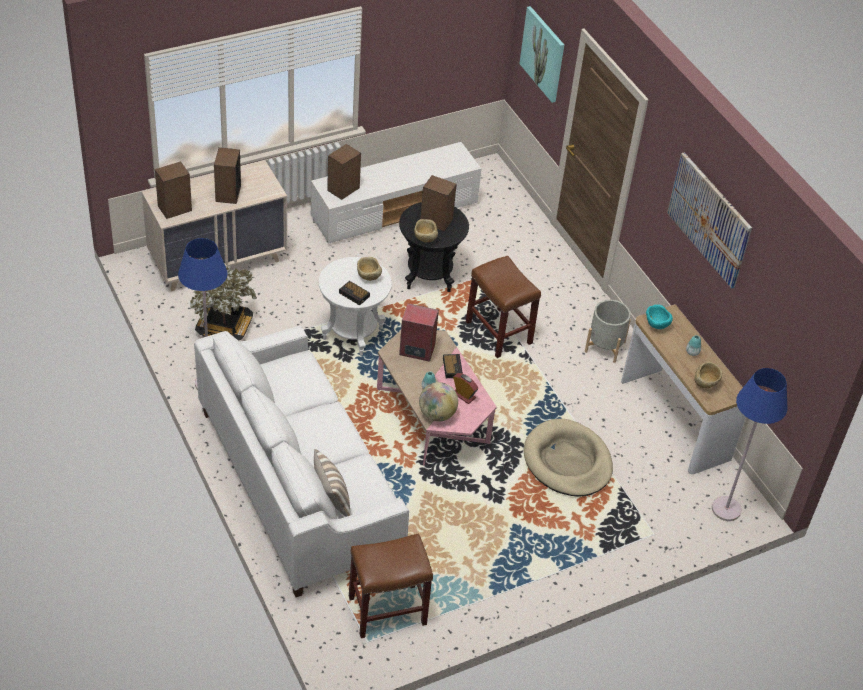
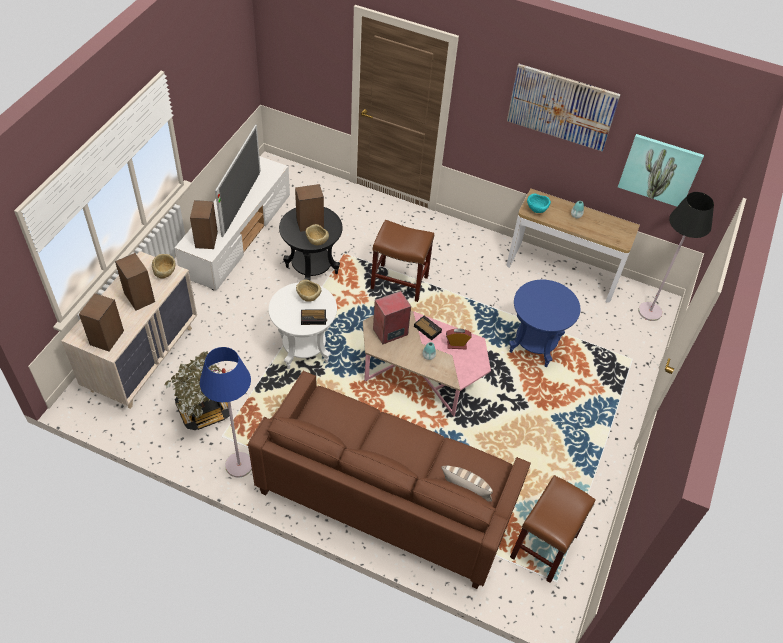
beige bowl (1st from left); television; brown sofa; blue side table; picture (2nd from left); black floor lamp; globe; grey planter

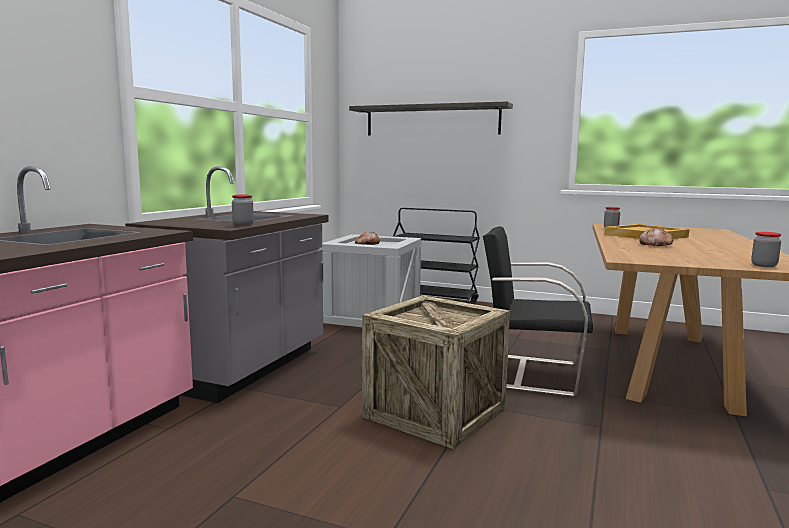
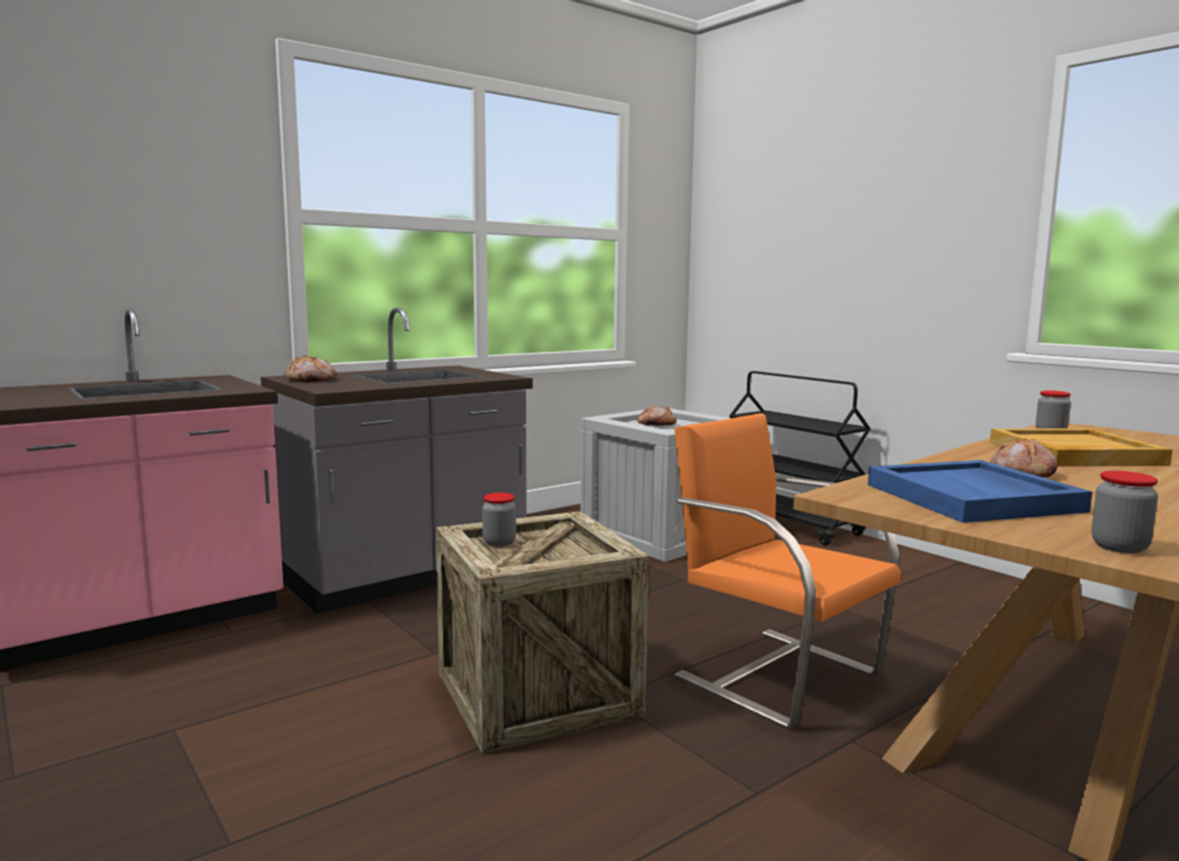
bread (1st from left); jar (1st from left); orange chair; blue tray; shelf

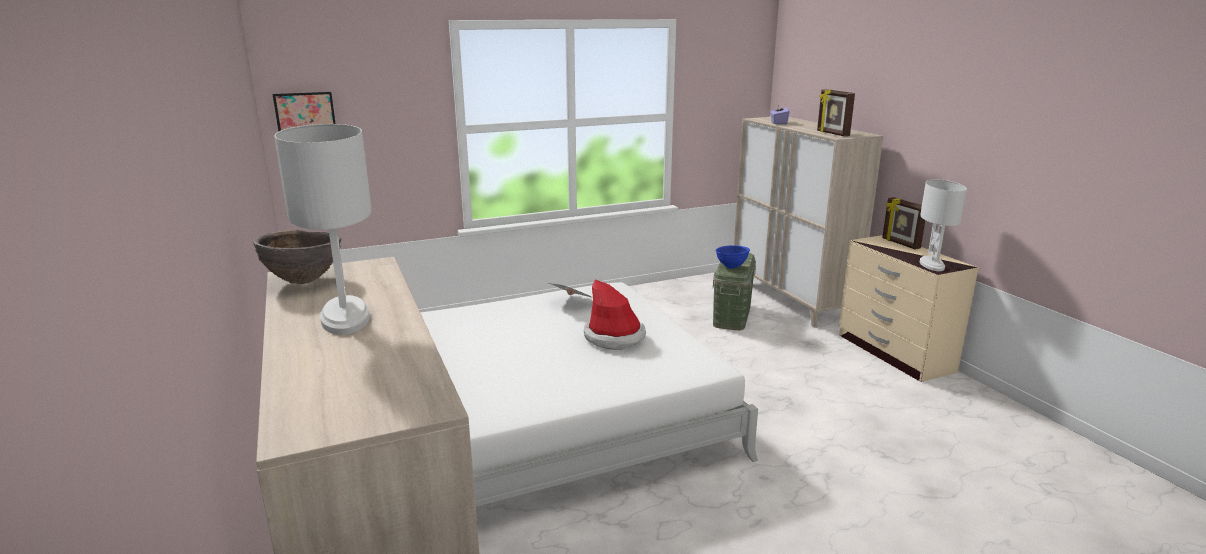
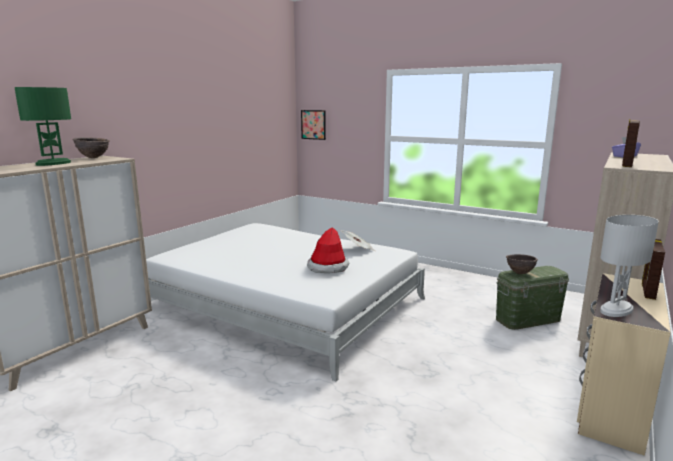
green table lamp; brown bowl (2nd from left)

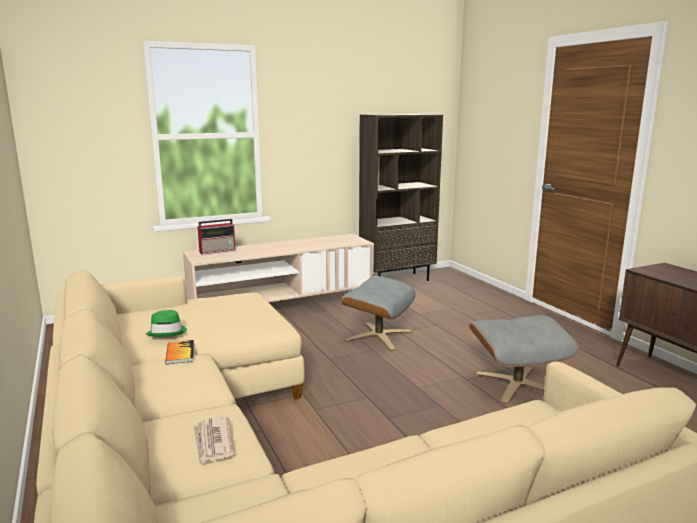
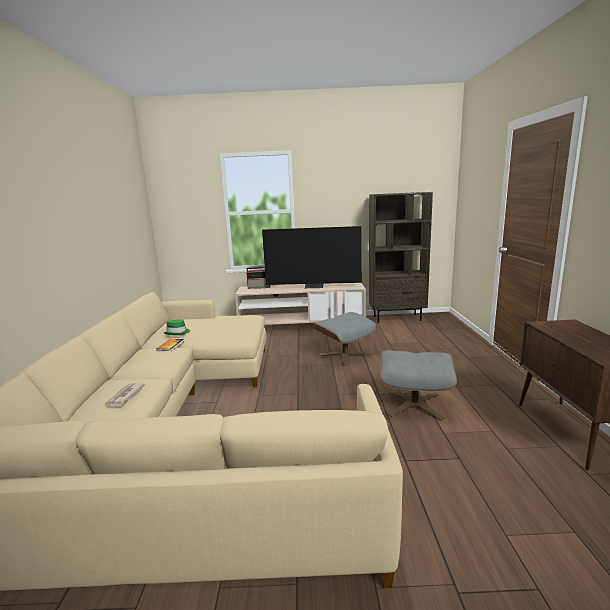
television

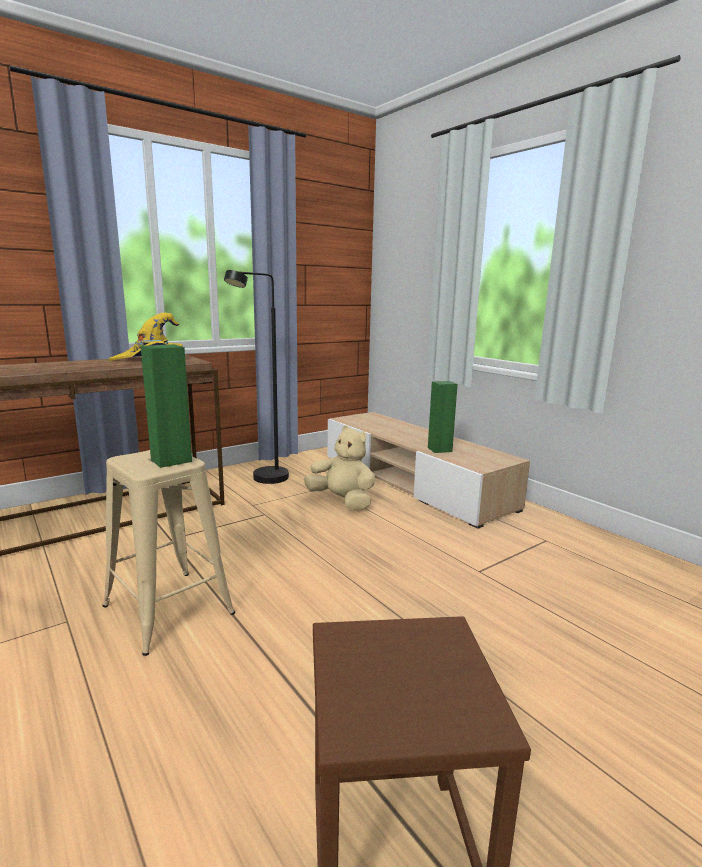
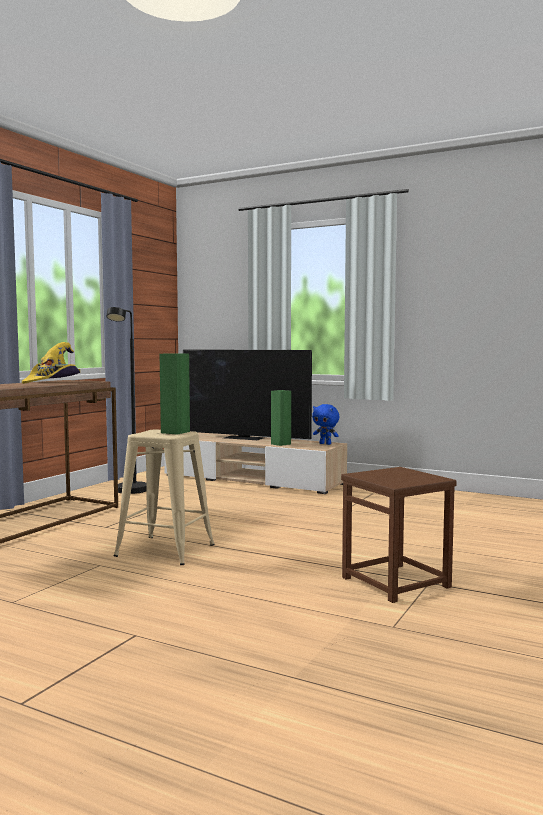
television; blue plush toy; beige plush toy

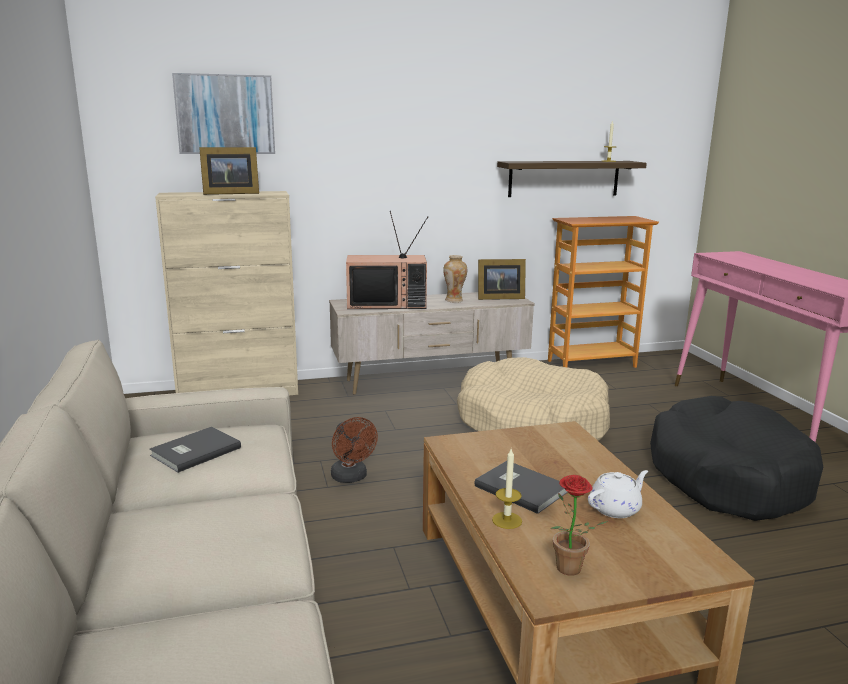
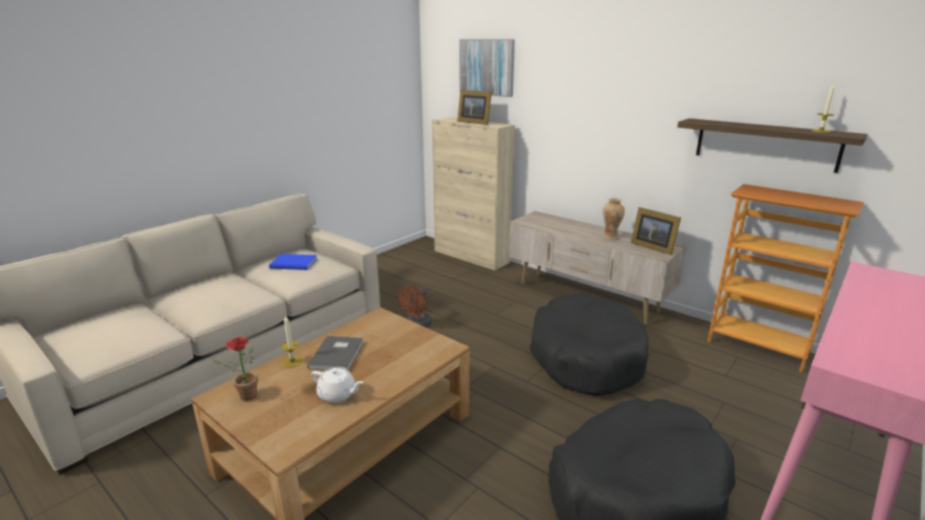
blue book; black dog bed (1st from left); television

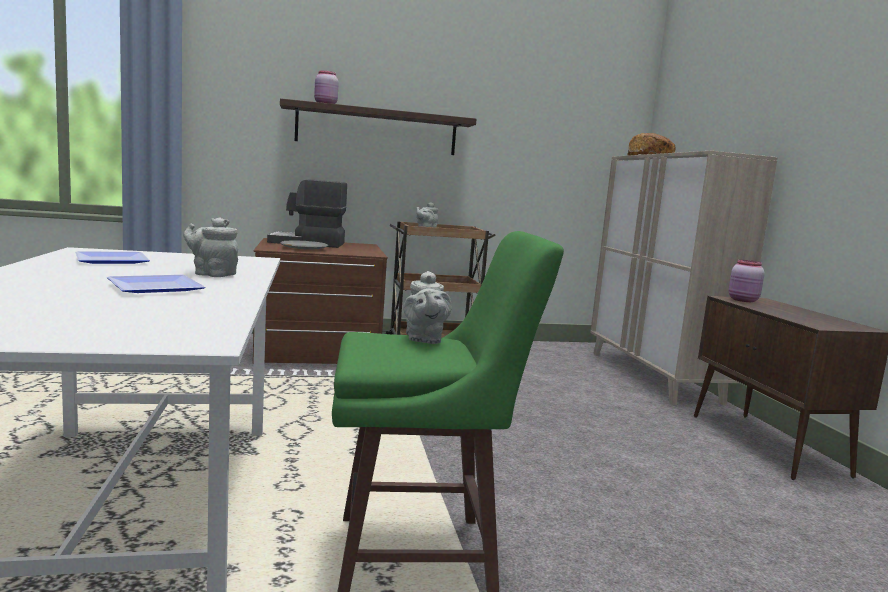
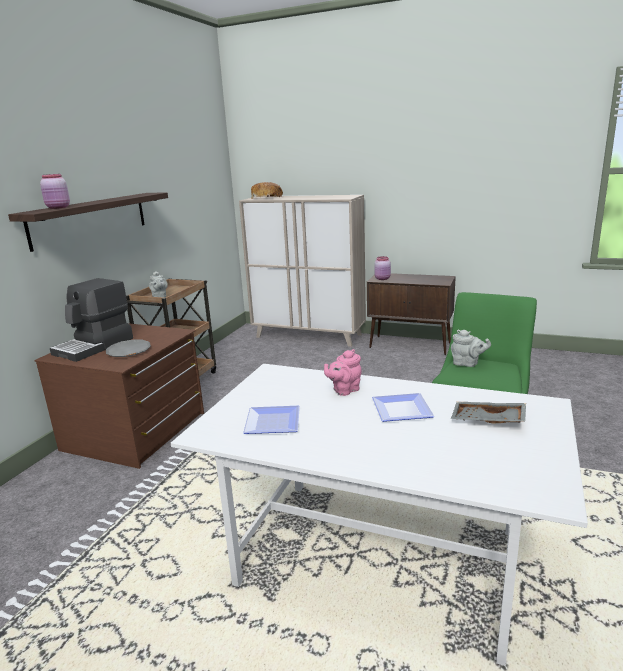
pink teapot; grey tray

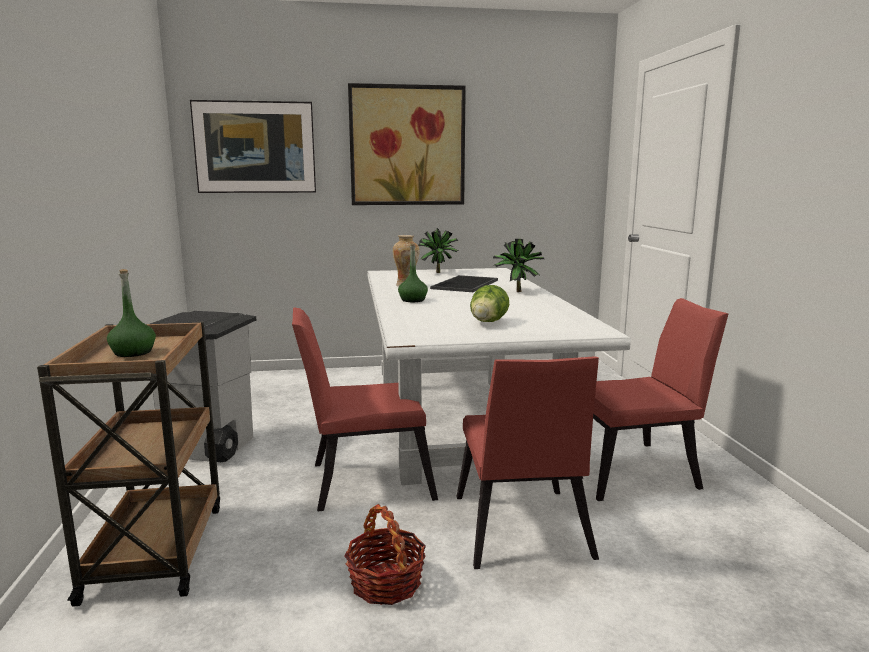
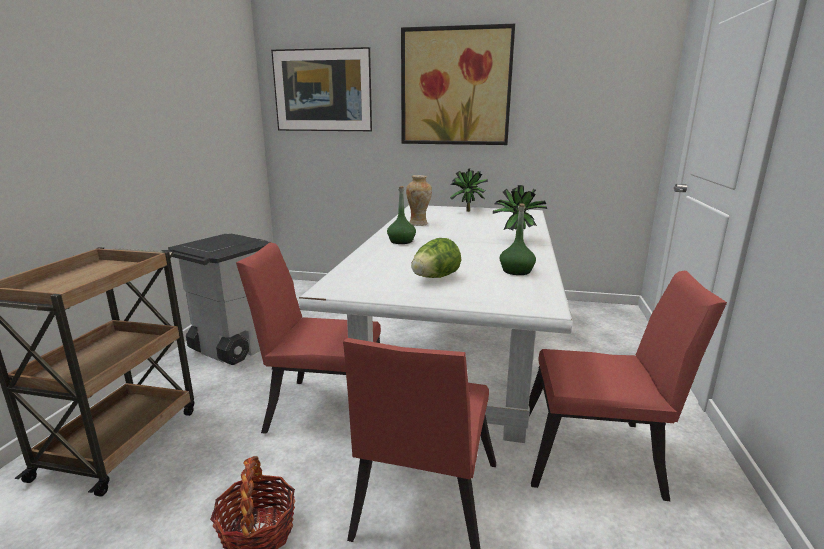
green bottle (2nd from left); tray

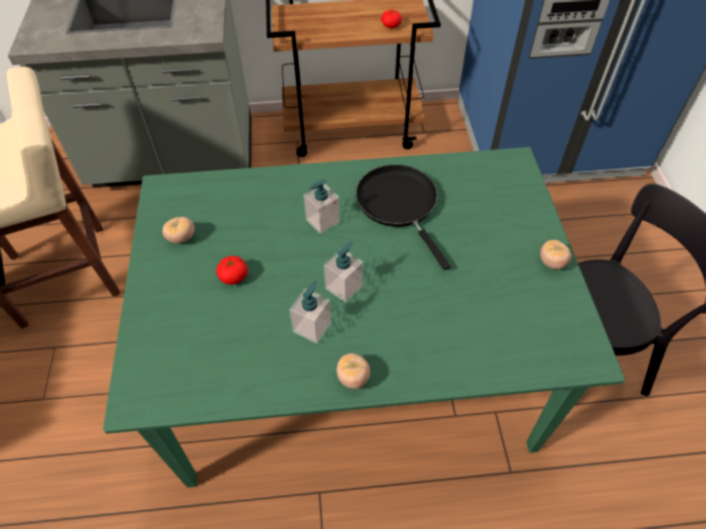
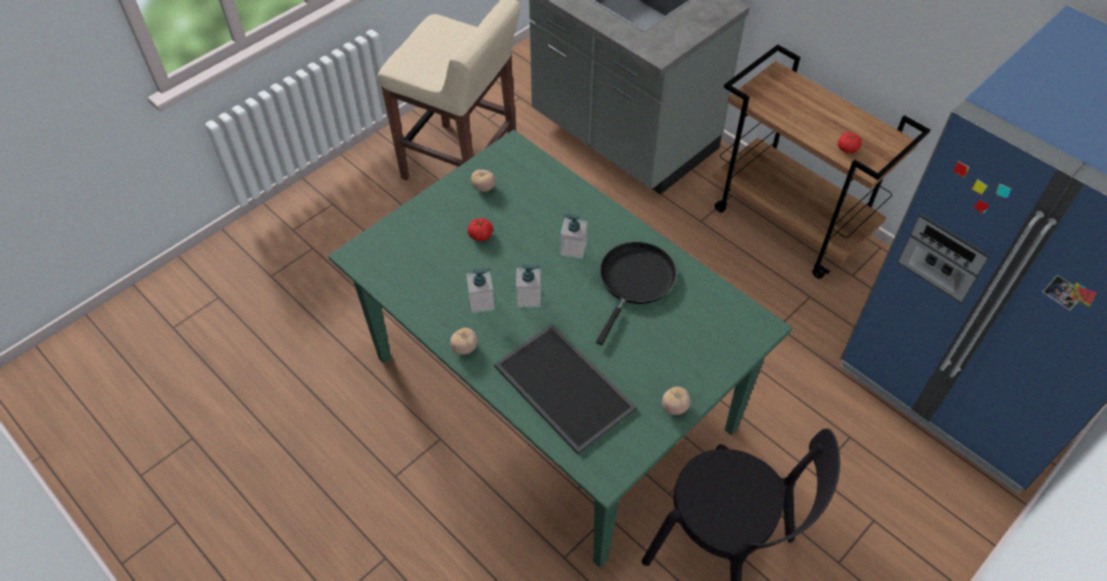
tray

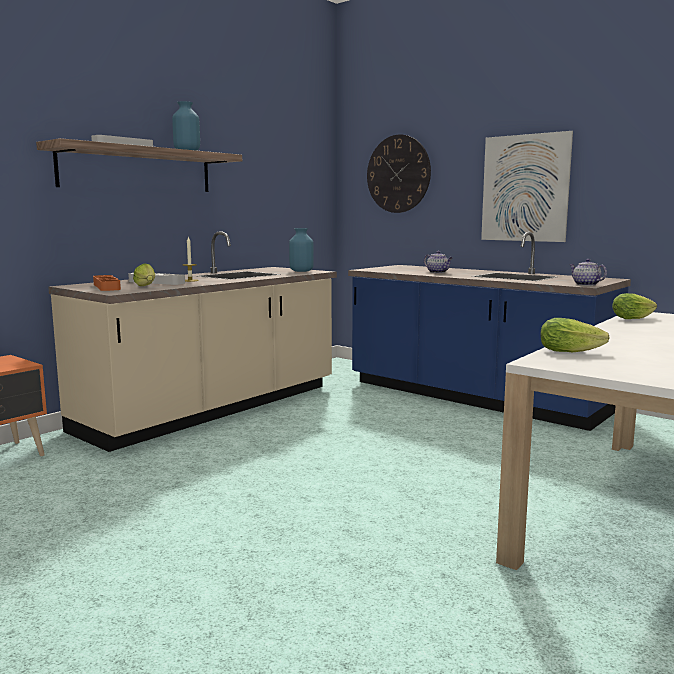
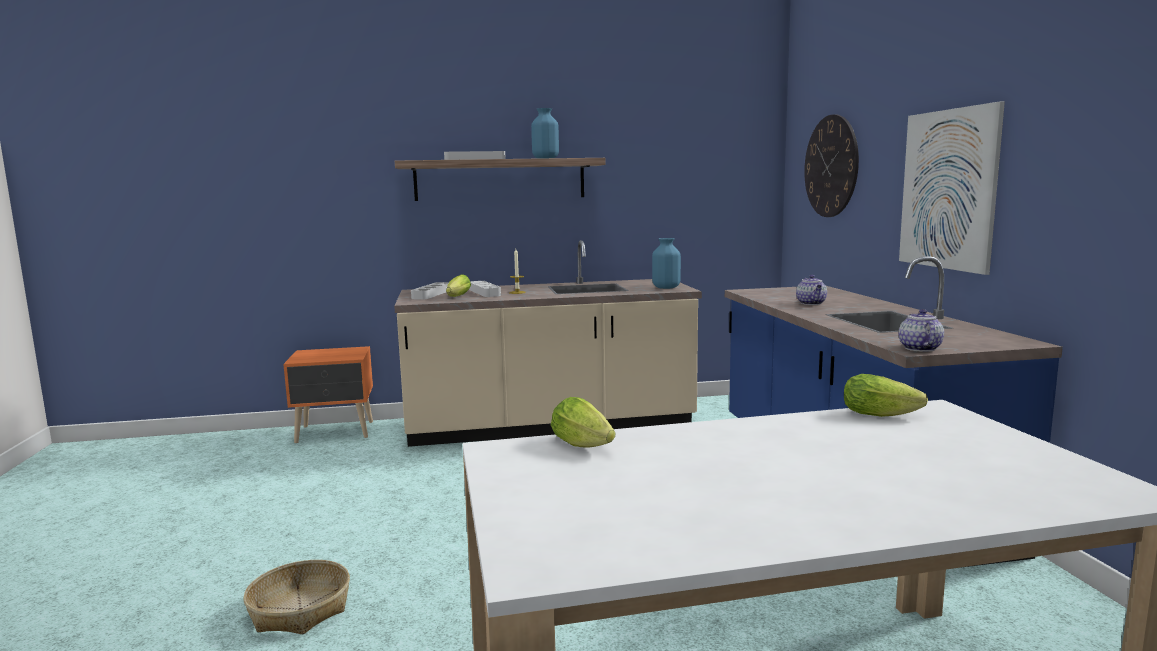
basket; grey tray (1st from left)

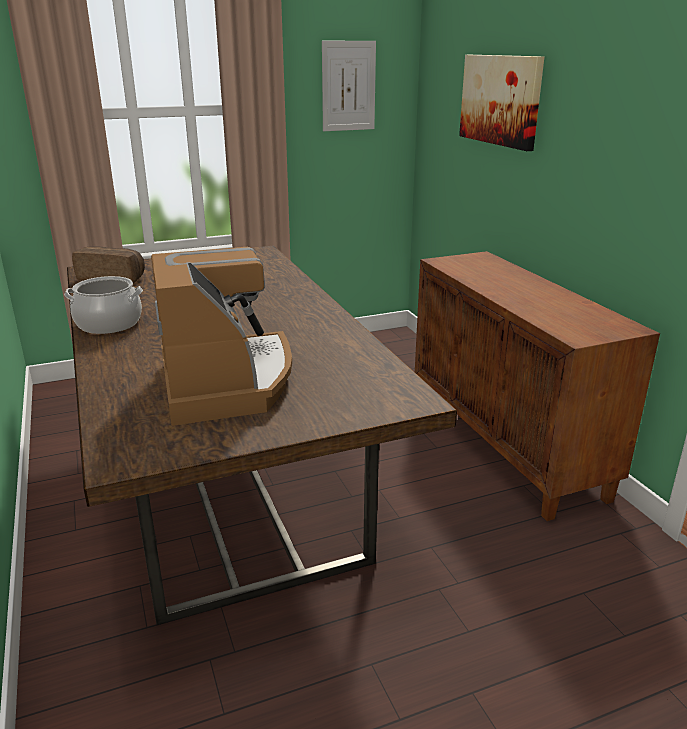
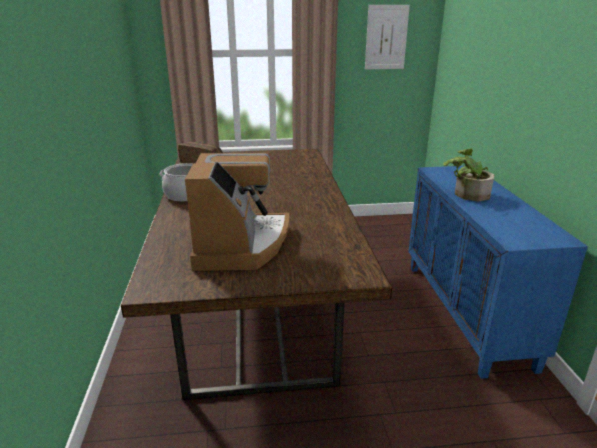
blue cabinet; potted plant; picture (2nd from left in the first image)

